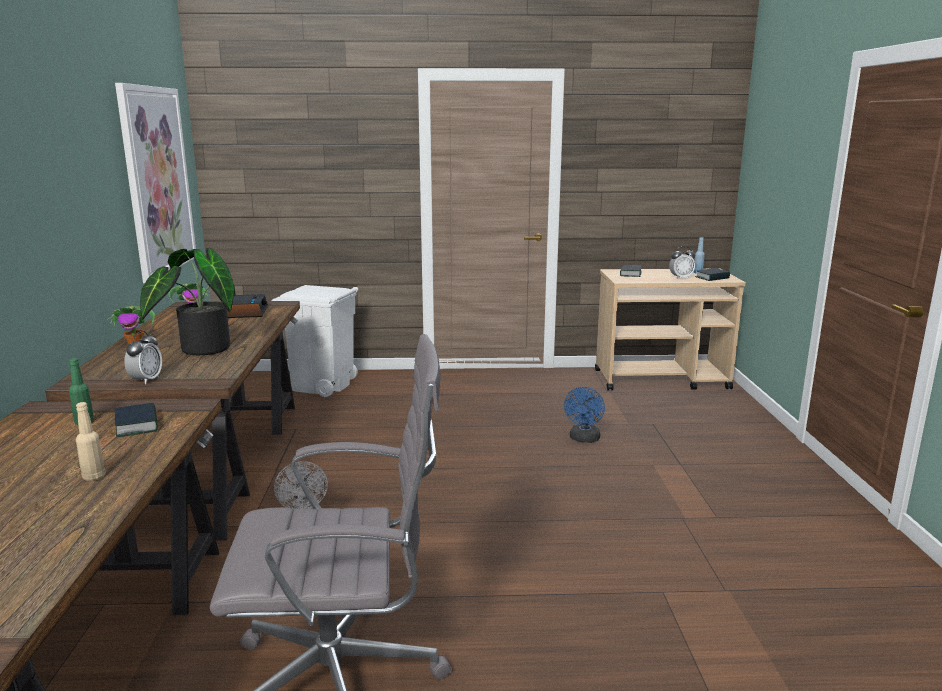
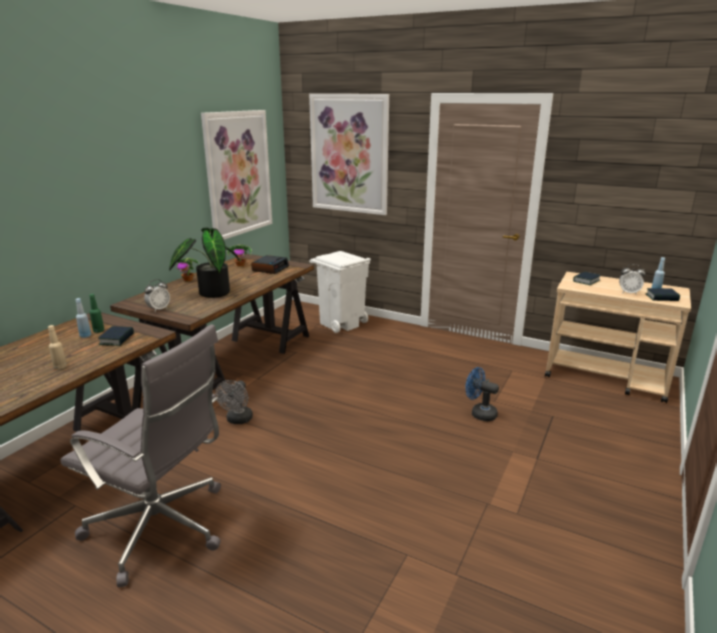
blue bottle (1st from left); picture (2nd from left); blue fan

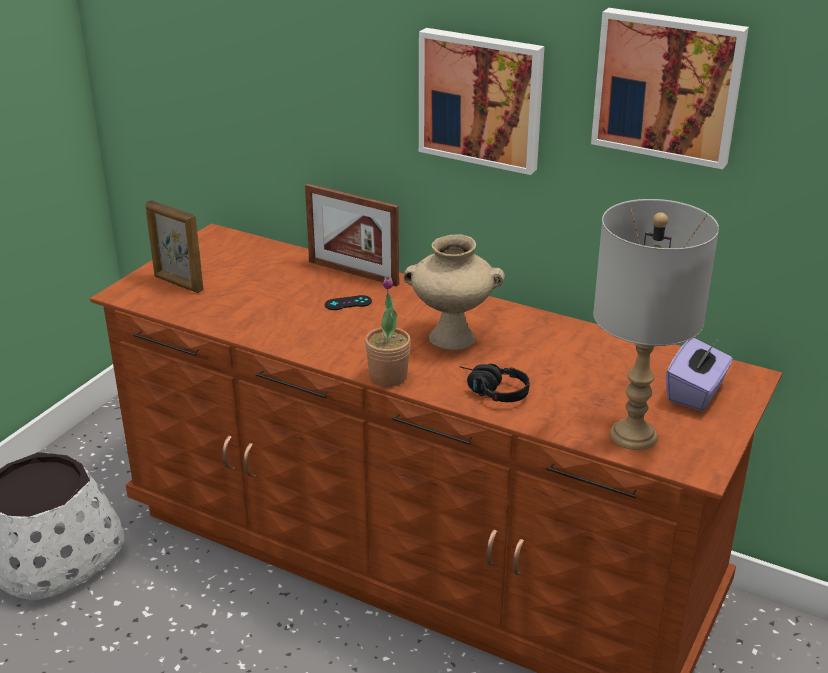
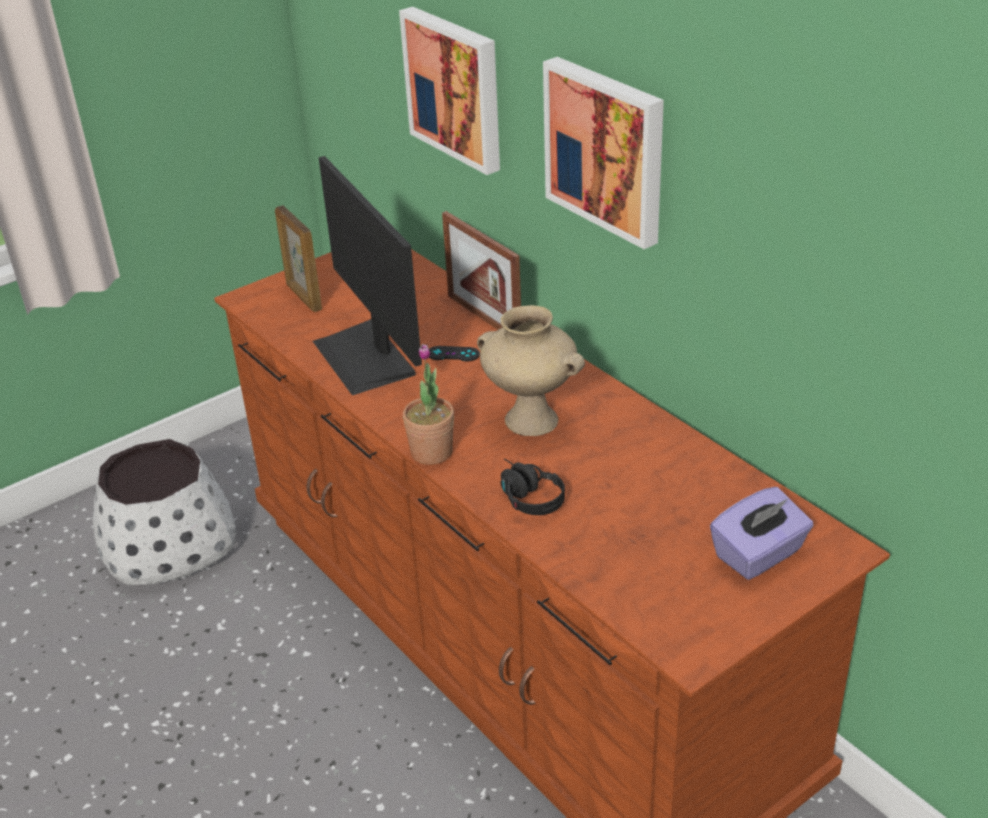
monitor; picture (1st from left); grey table lamp

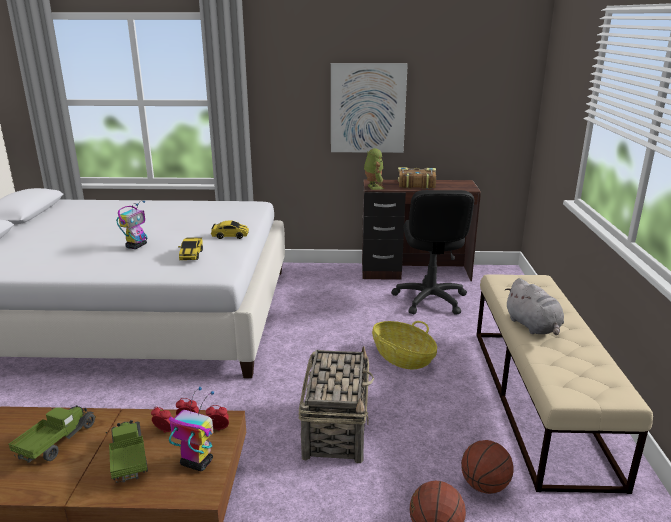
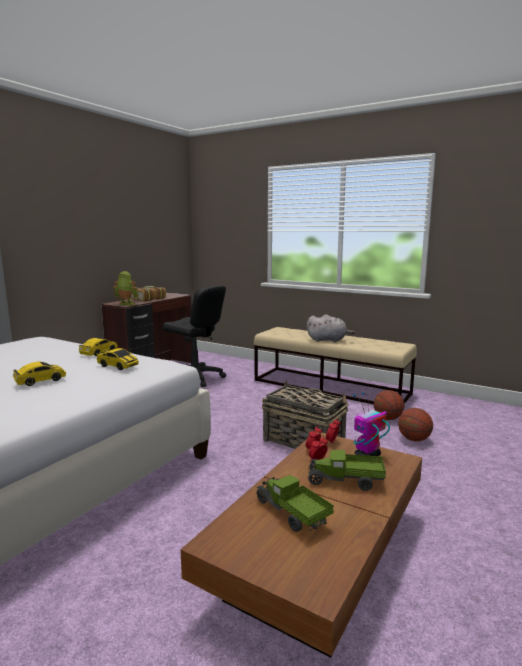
toy car (1st from left); picture; basket (2nd from left in the first image)

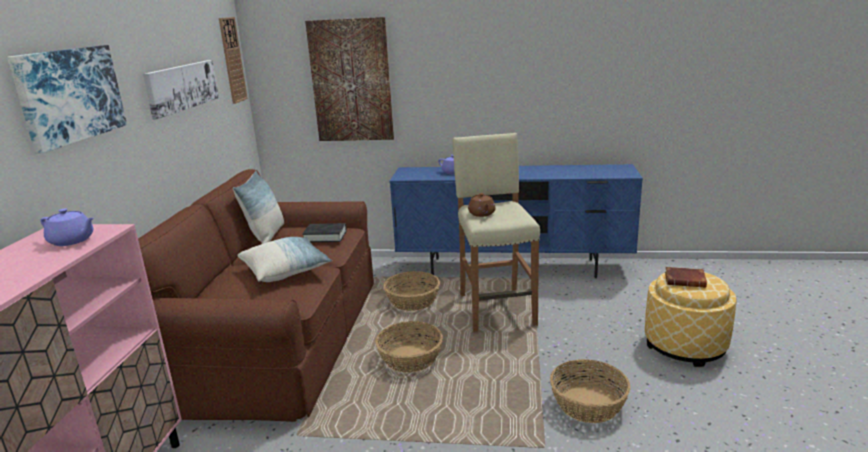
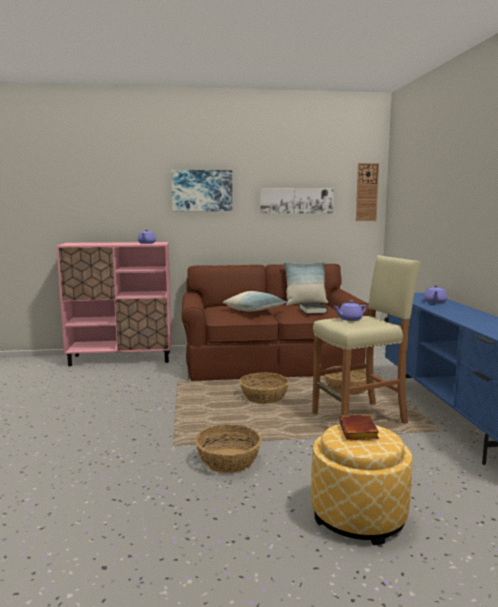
purple teapot (2nd from left); picture (3rd from left in the first image)

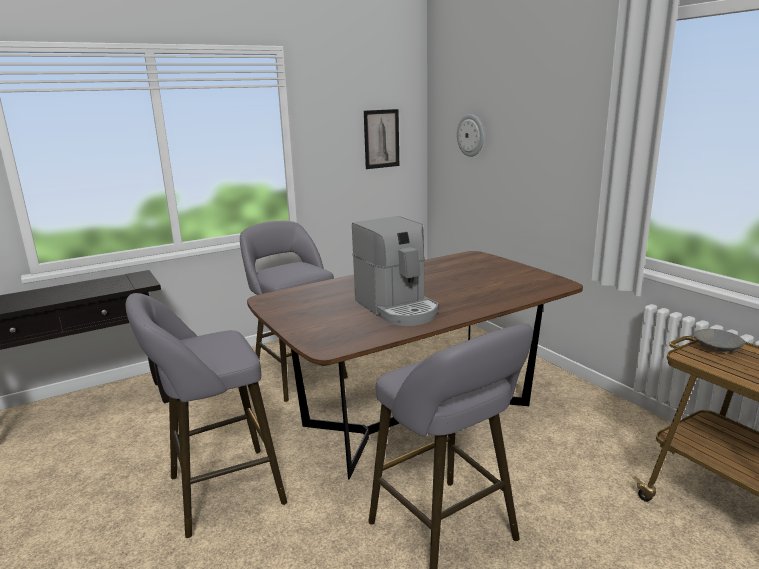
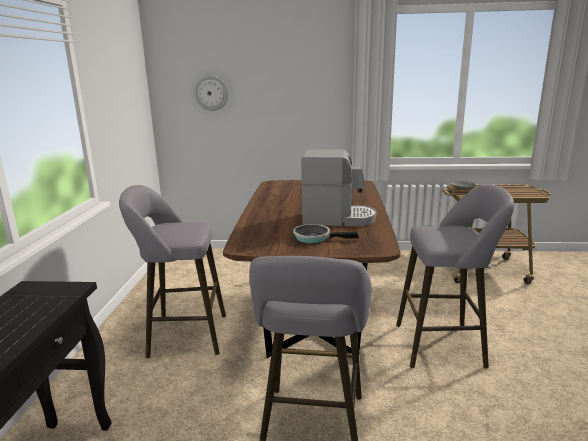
frying pan; picture

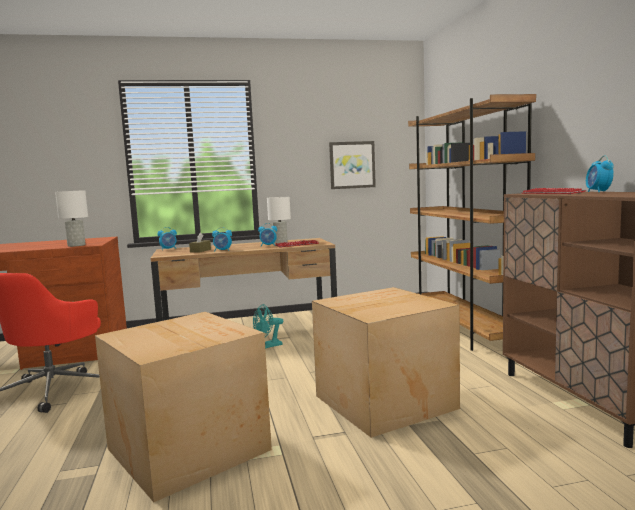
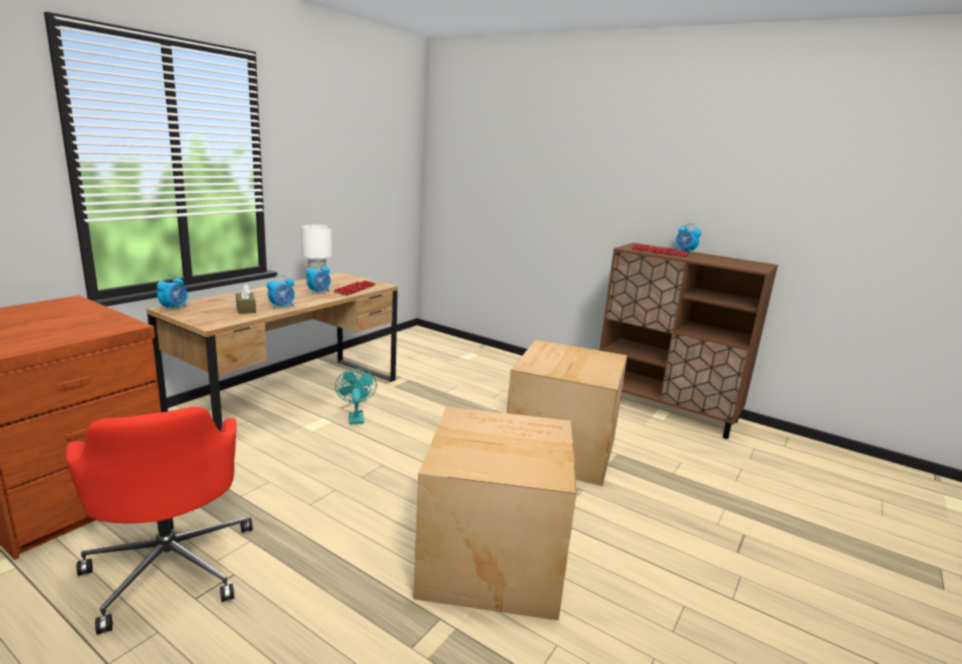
turquoise fan; white table lamp (1st from left in the first image); picture; brown bookcase

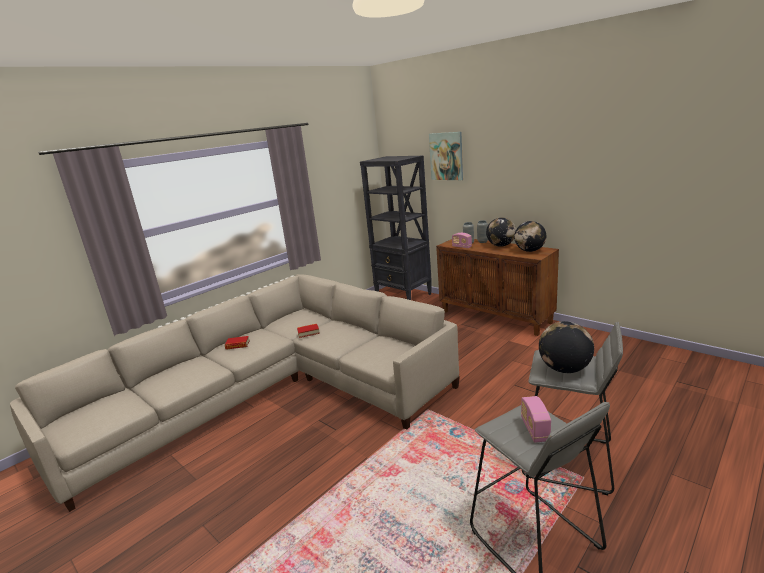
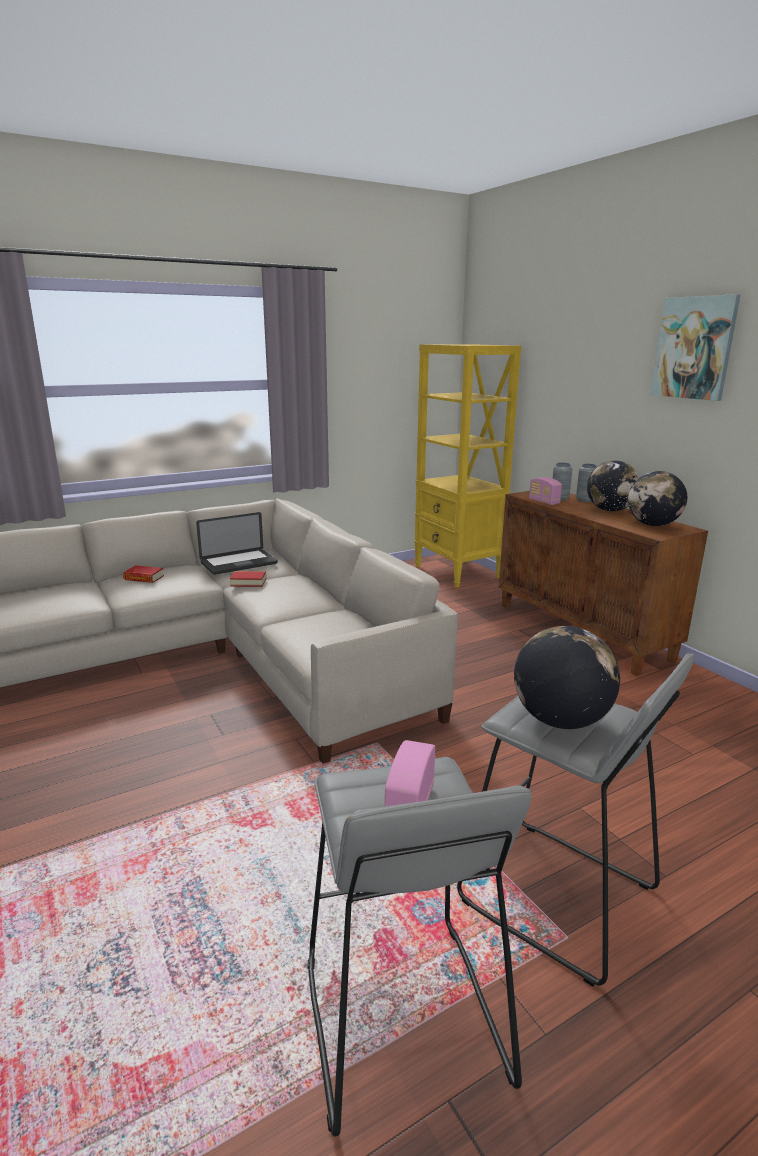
laptop; yellow bookcase; picture

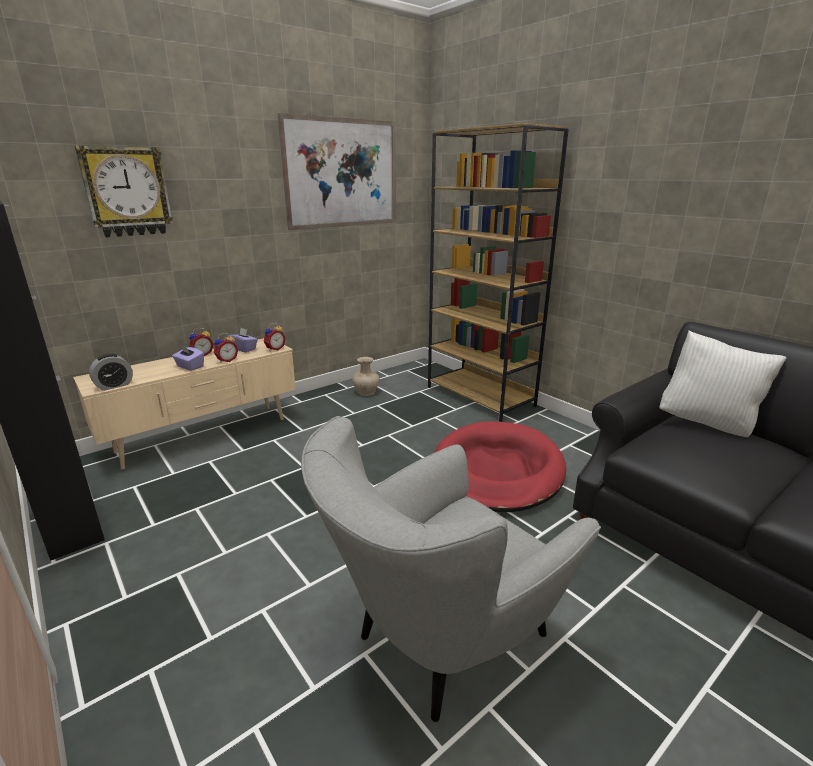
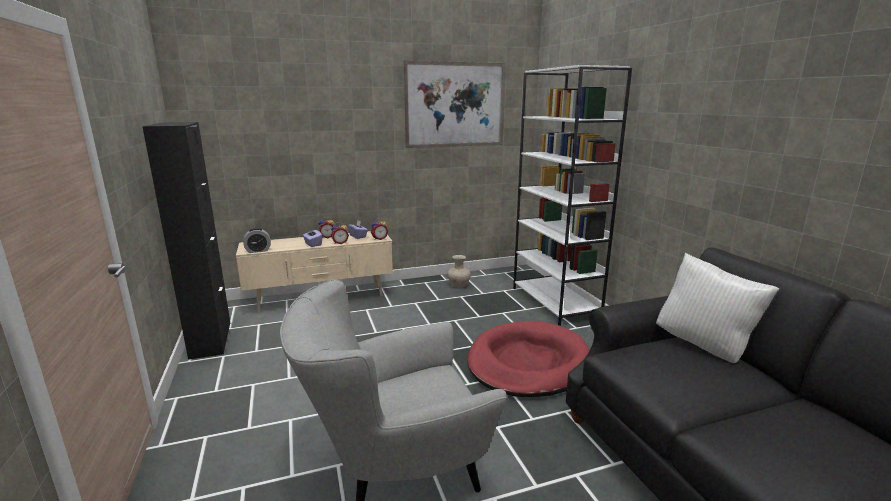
white bookcase; wall clock

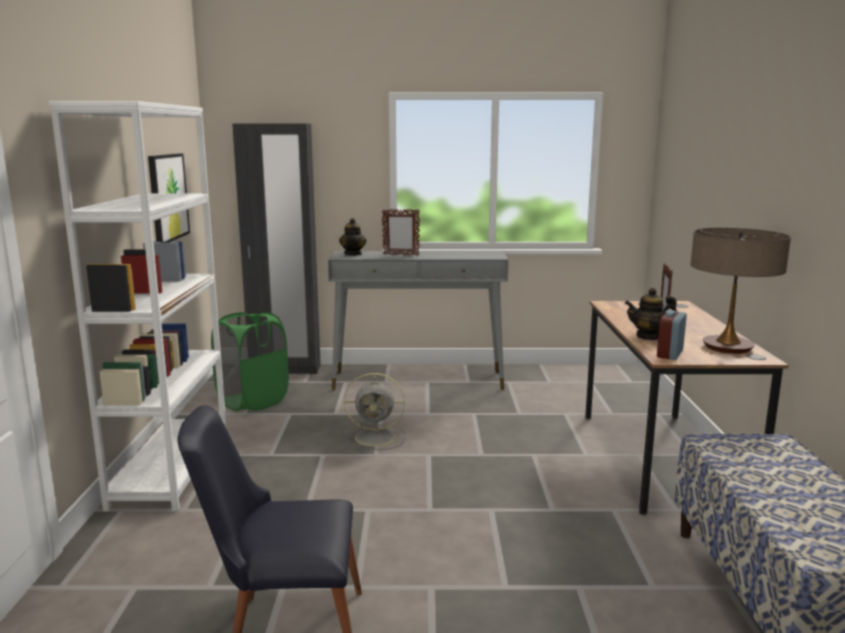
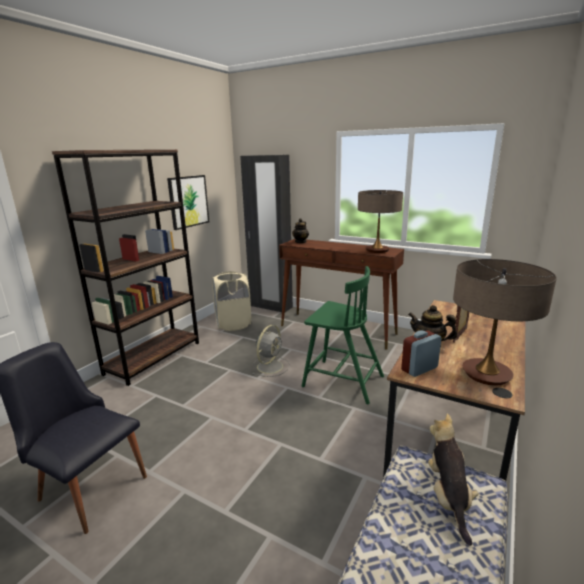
brown bookcase; beige laundry basket; grey fan; brown console table; green chair; table lamp (1st from left); plush toy; picture frame (1st from left in the first image)

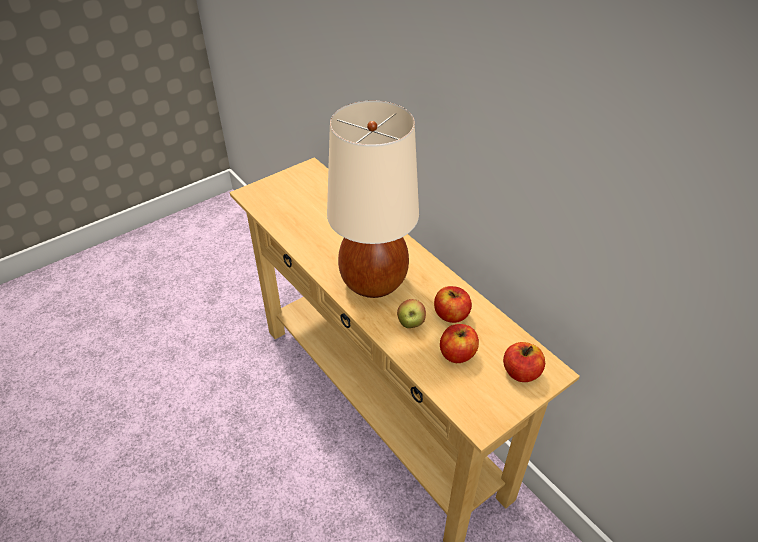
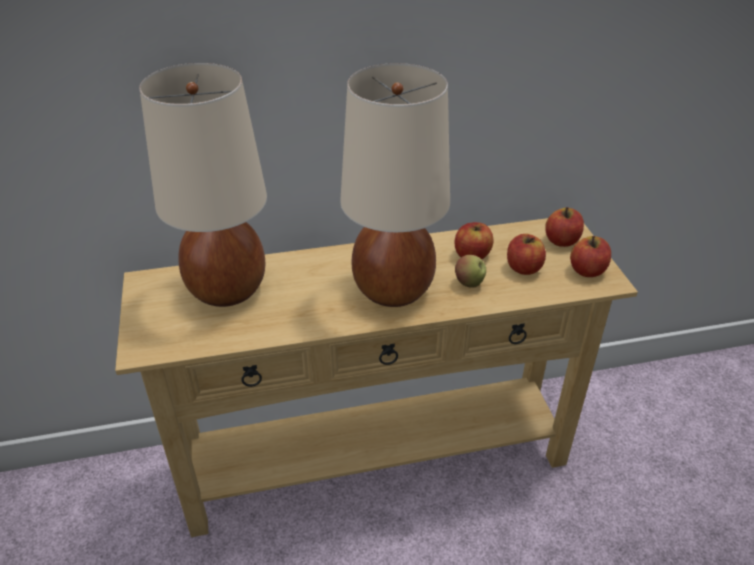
beige table lamp (1st from left); apple (5th from left)

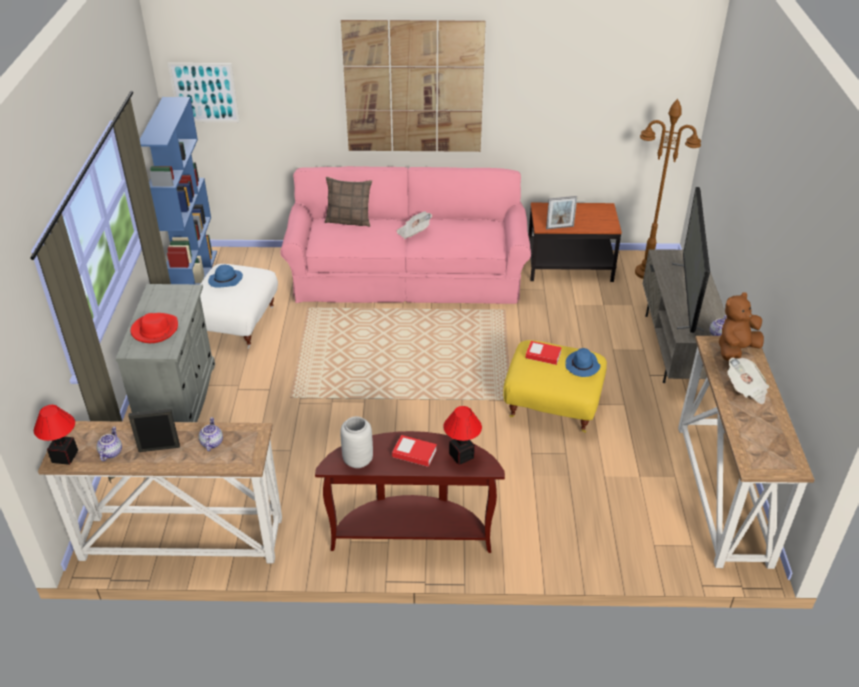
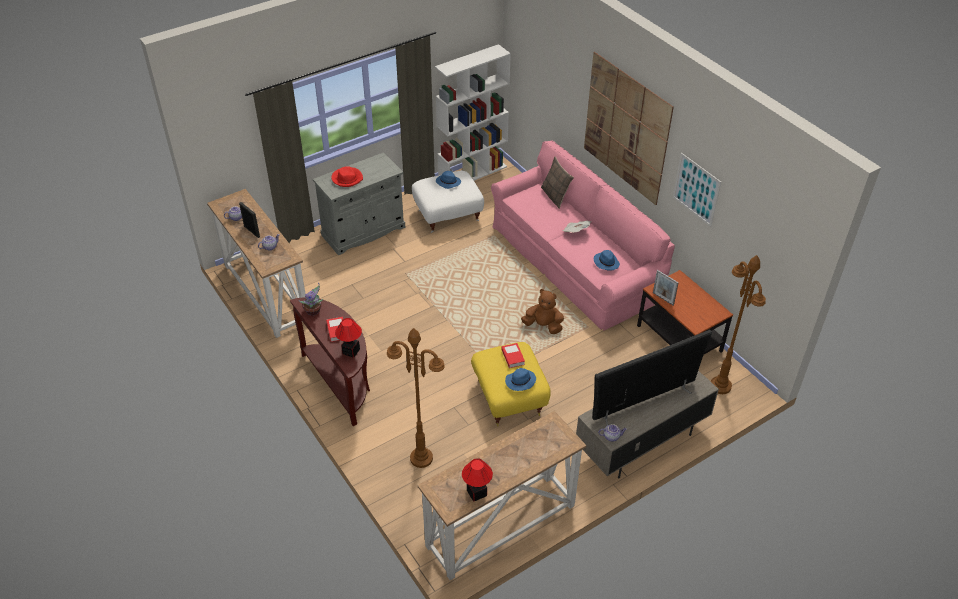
potted plant; brown floor lamp (1st from left); white bookcase; table lamp (2nd from left); brown plush toy; blue hat (3rd from left); picture (2nd from left); newspaper (2nd from left in the first image)

